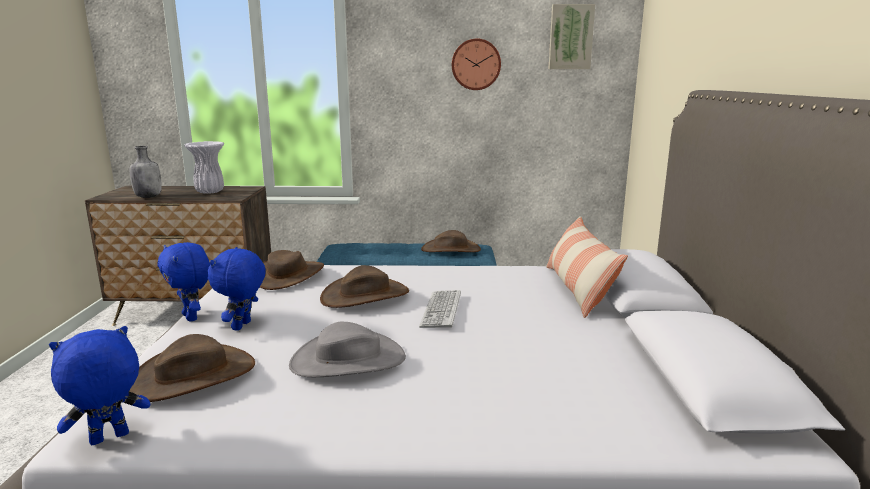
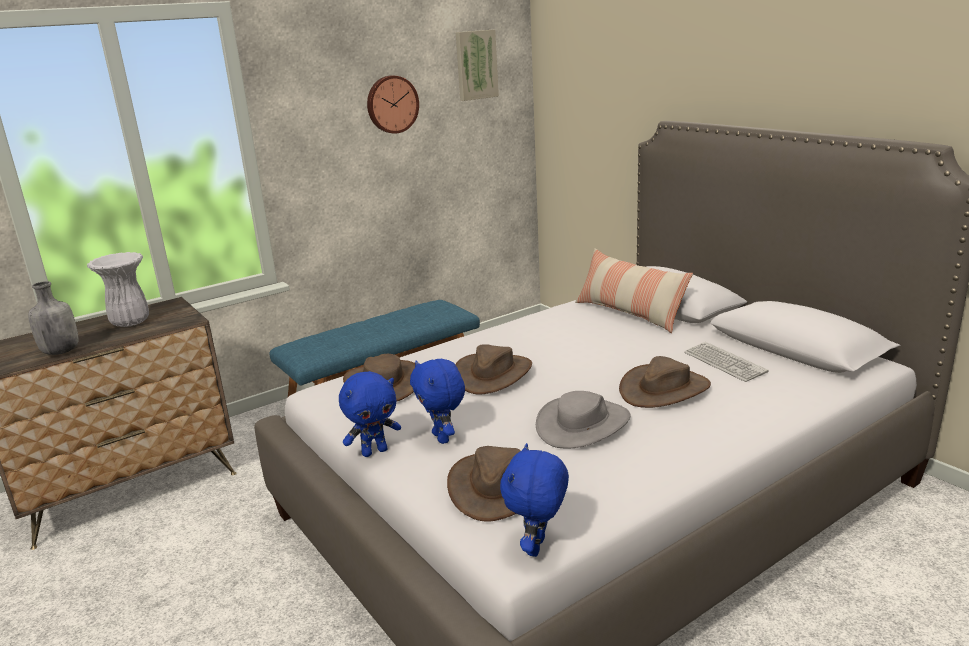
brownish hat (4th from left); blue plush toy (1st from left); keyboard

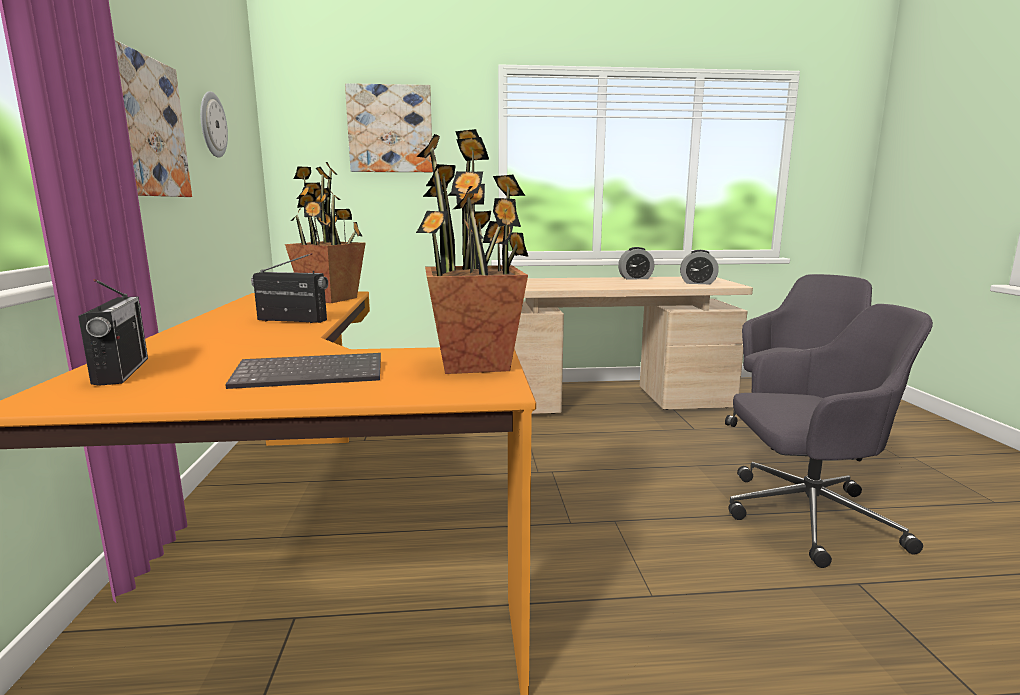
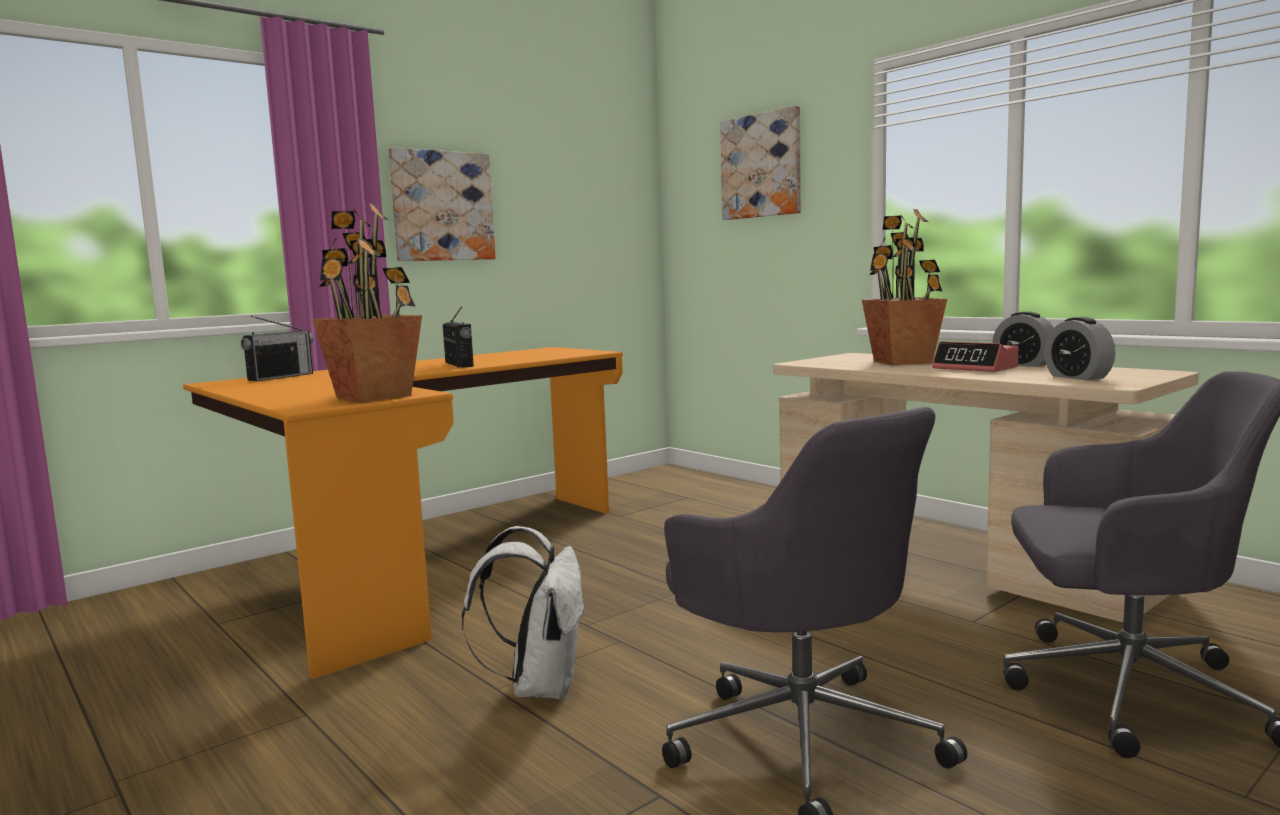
clock on the wall; plant in a pot (2nd from left); keyboard; alarm clock (1st from left); white knapsack

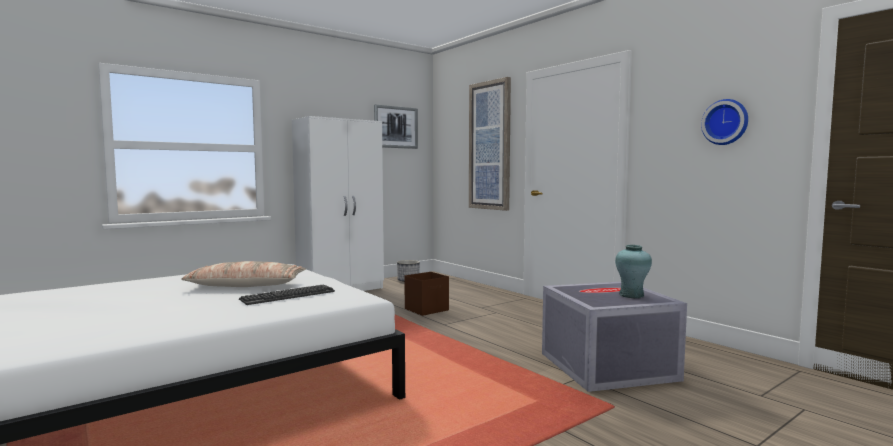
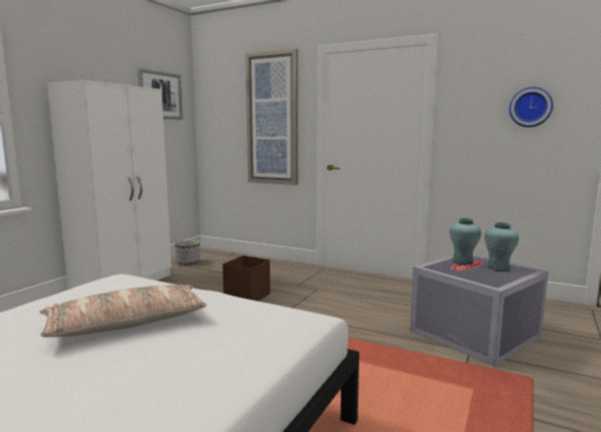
keyboard; blue-green flower vase (1st from left)

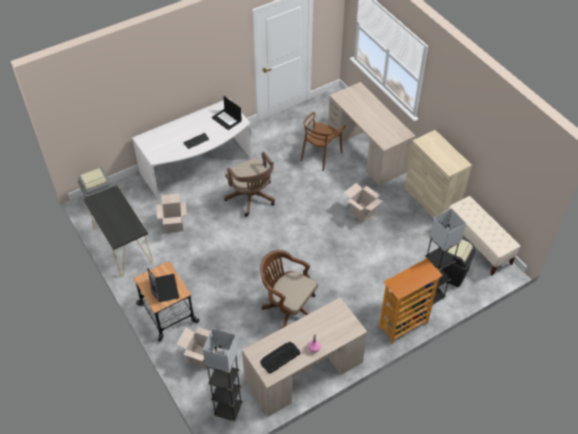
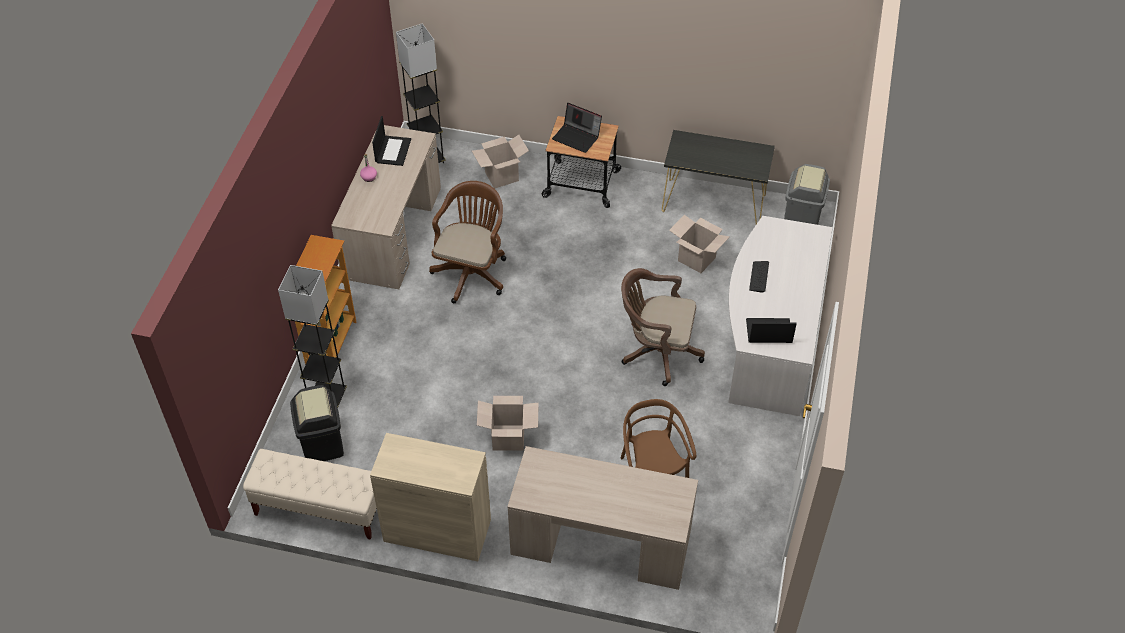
brownish computer chair (1st from left); laptop (1st from left)

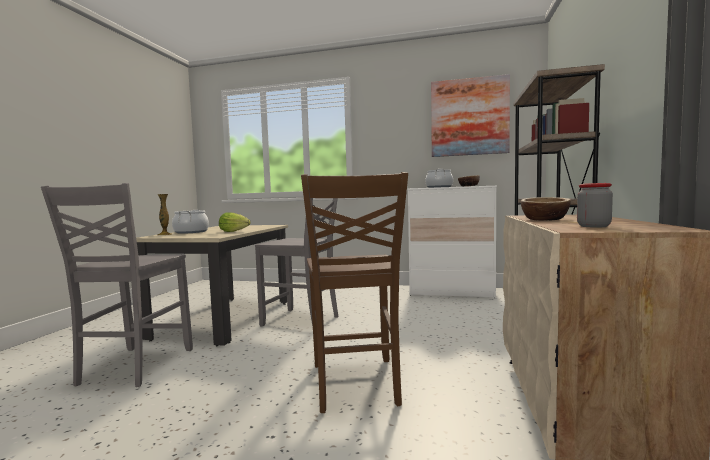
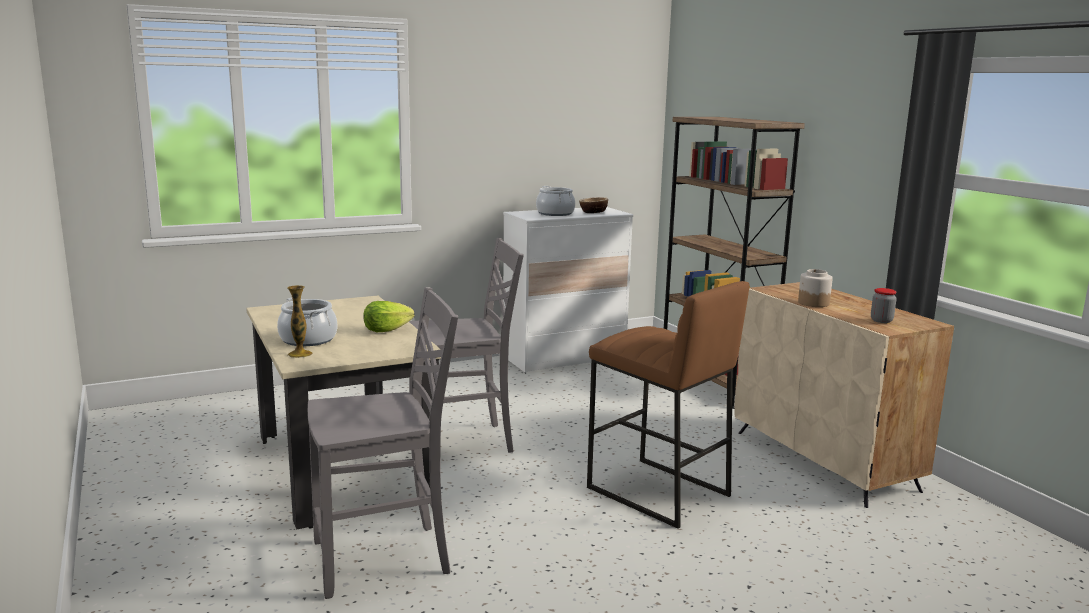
picture; brownish stool; grey plain chair (1st from left); storage jar (1st from left)

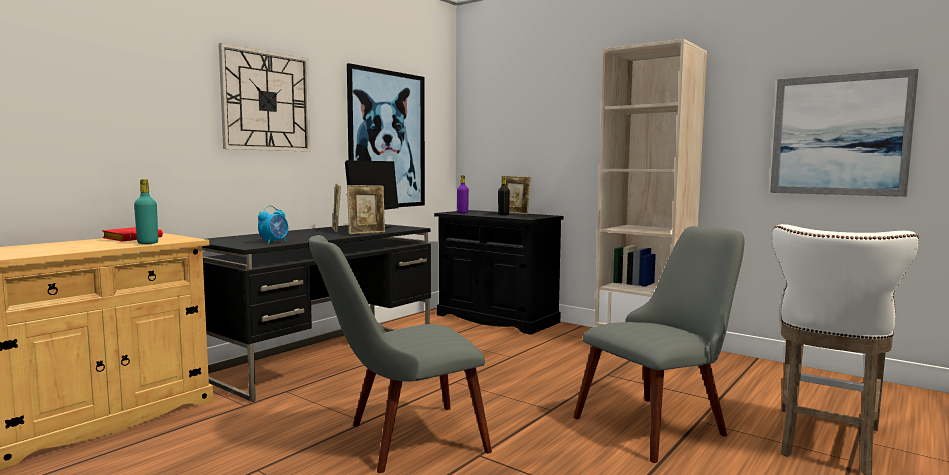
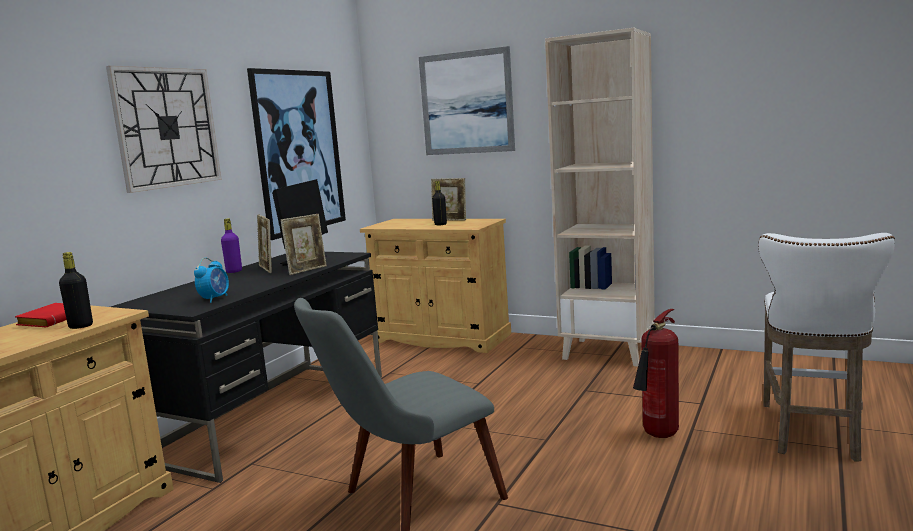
picture (2nd from left); purple bottle; black-coloured bottle (1st from left); beige storage cabinet (2nd from left); fire extinguisher

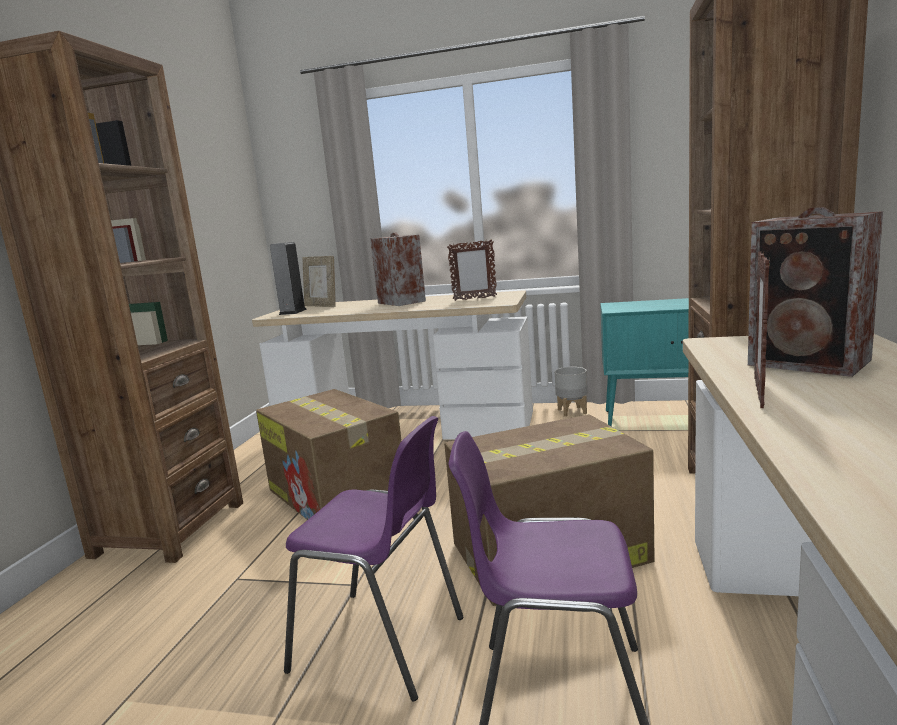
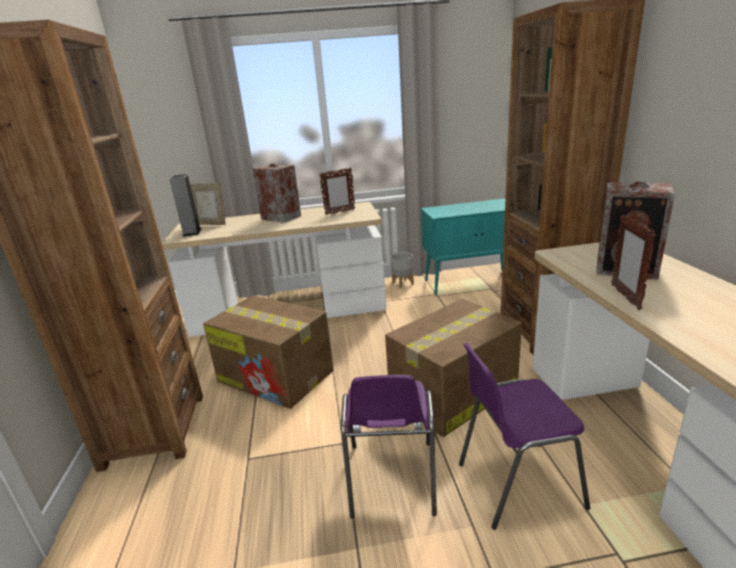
purple plain chair (1st from left)

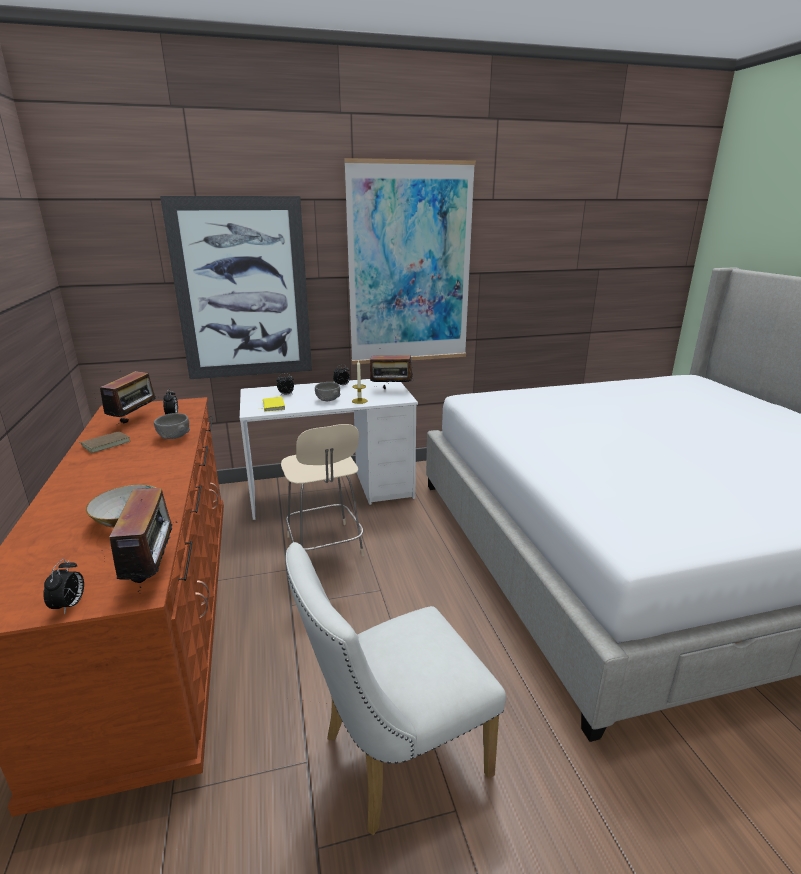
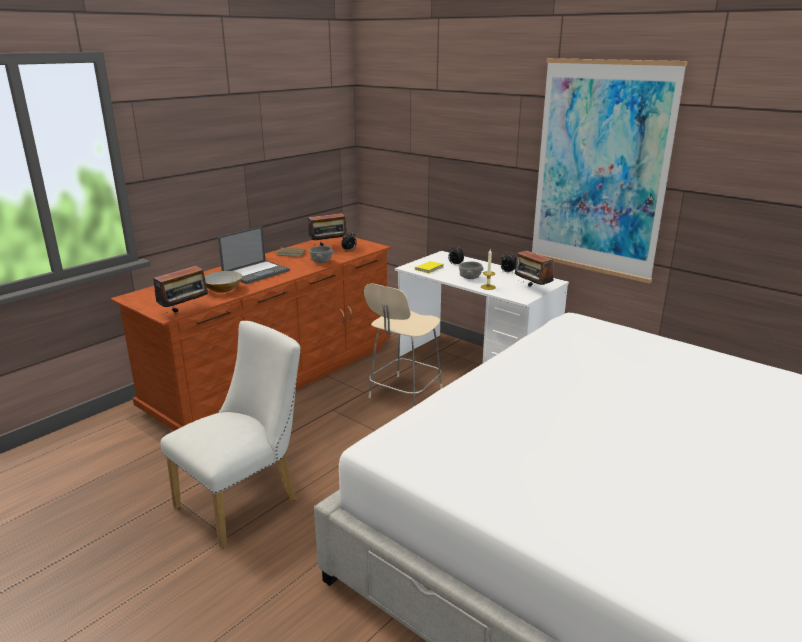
picture (1st from left in the first image); white plain chair; alarm clock (1st from left in the first image); laptop

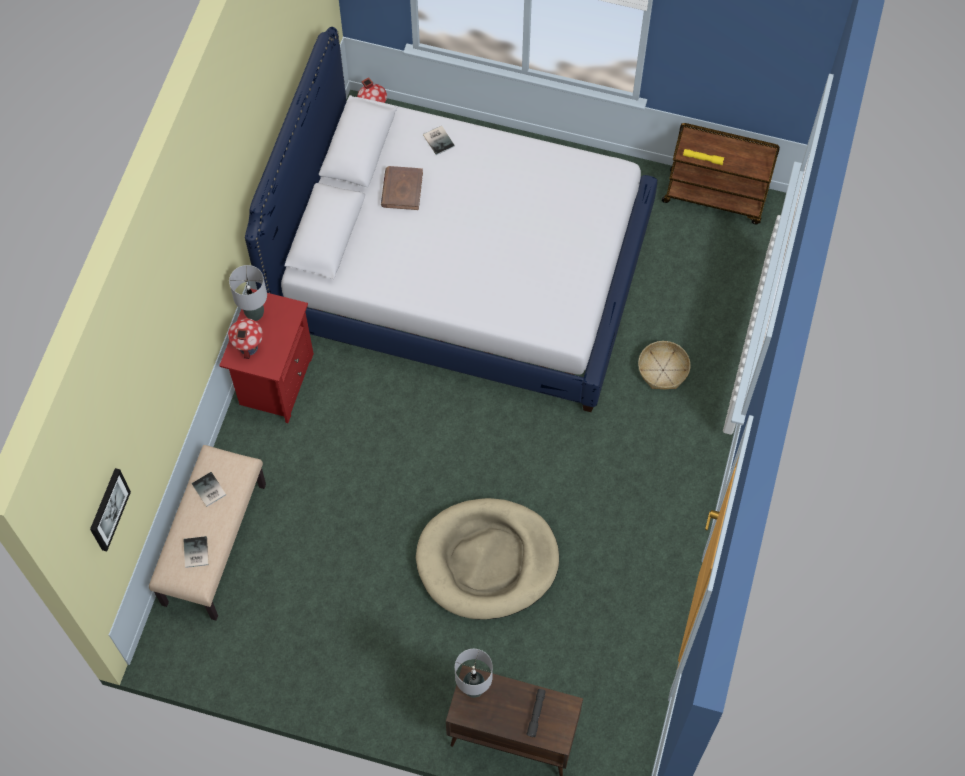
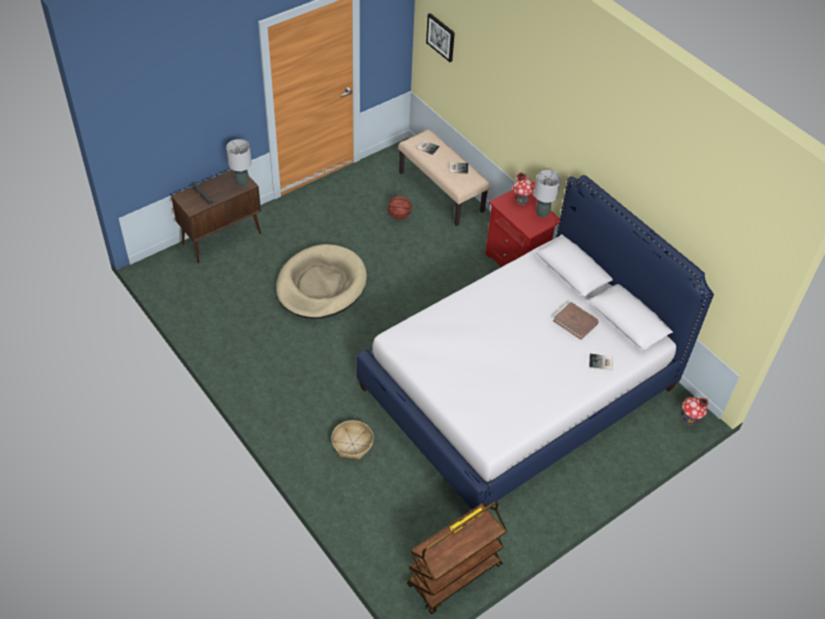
ball for basketball

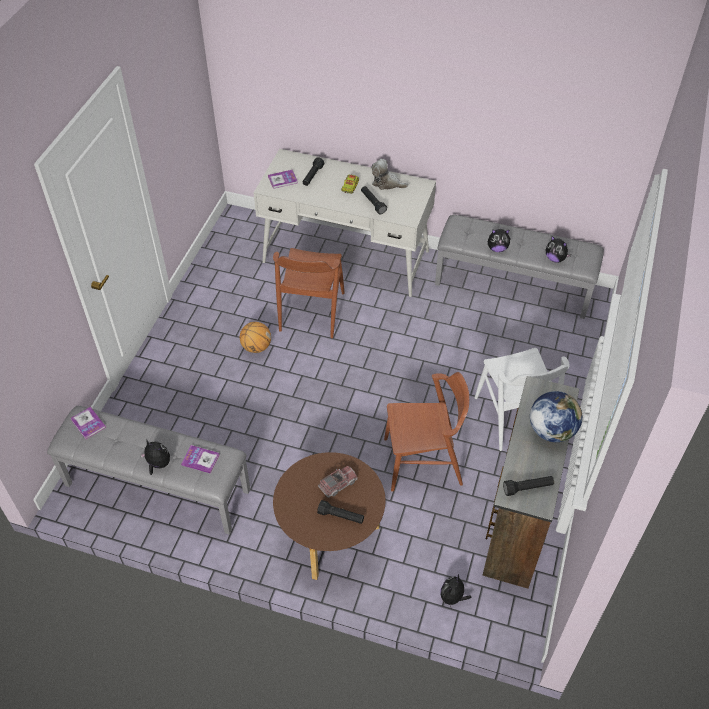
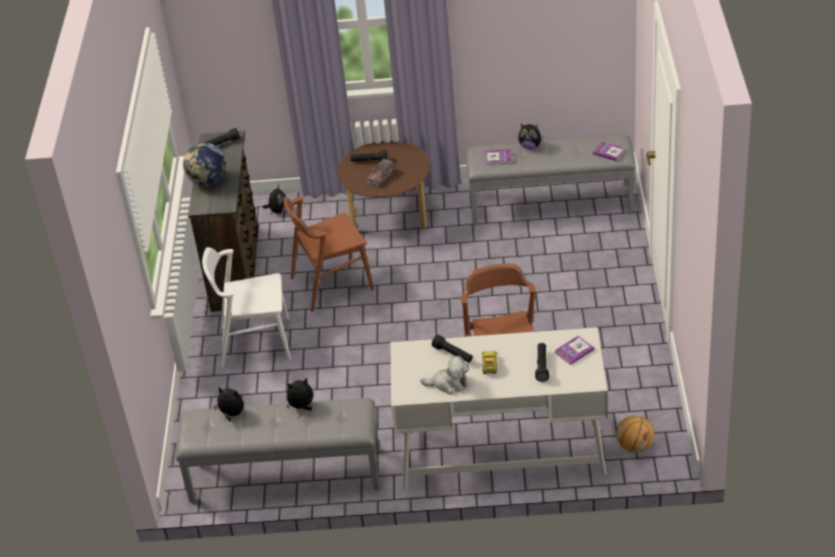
ball for basketball; white plain chair

